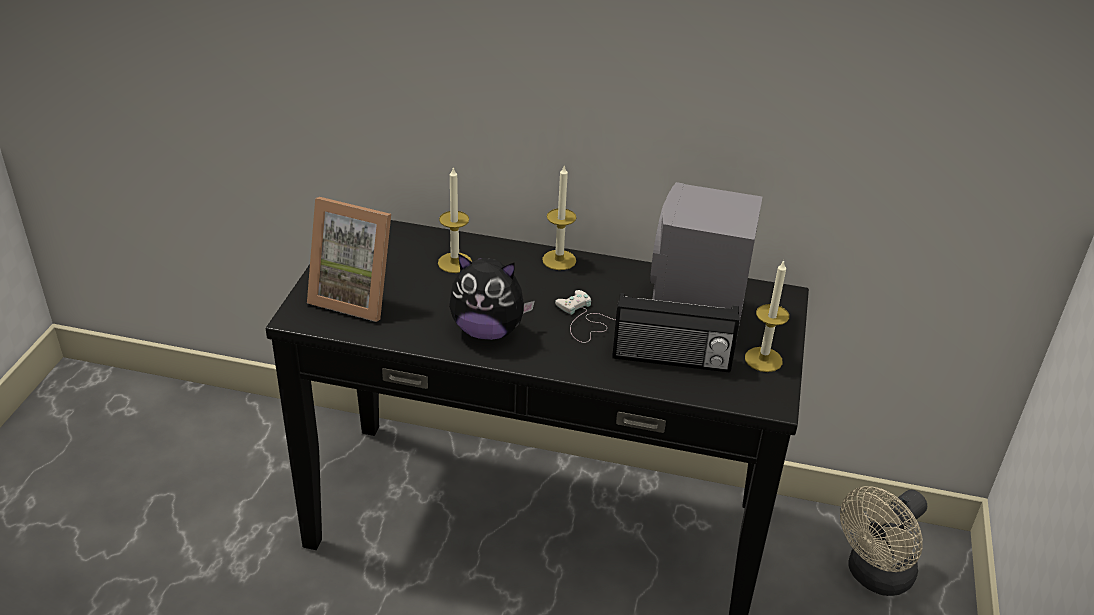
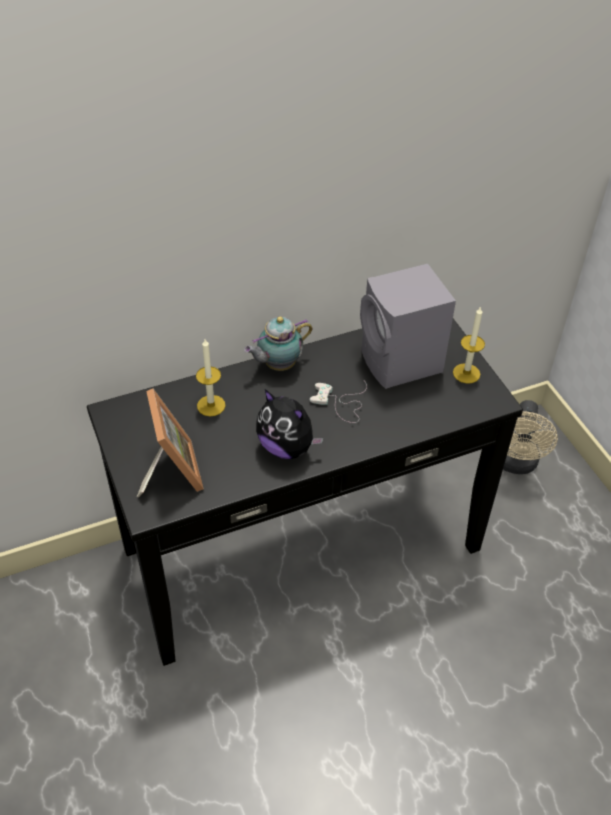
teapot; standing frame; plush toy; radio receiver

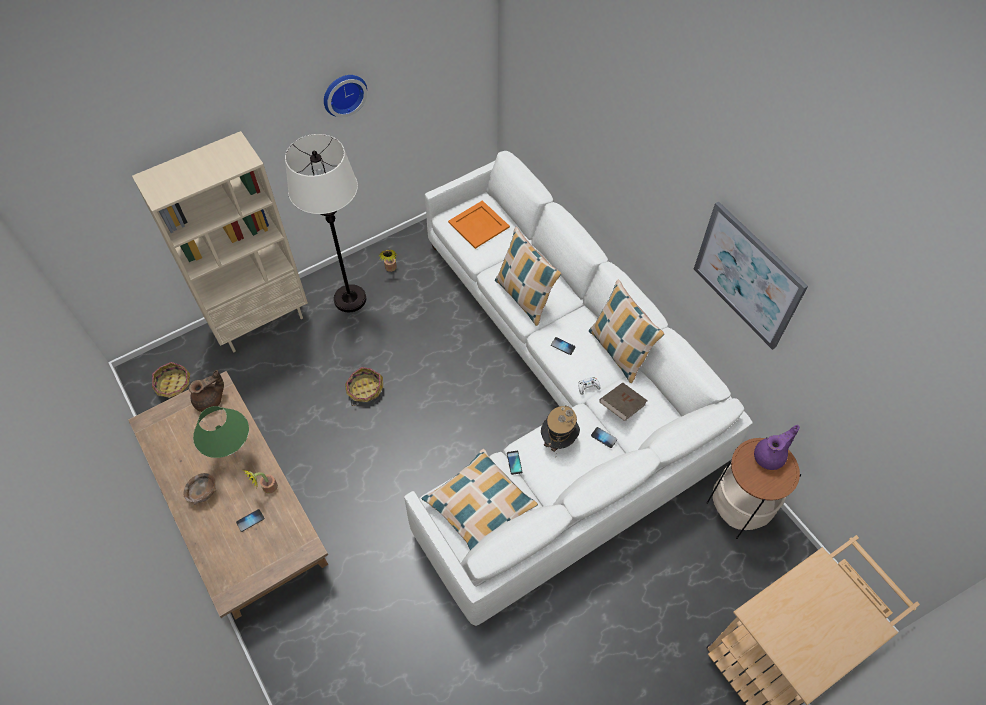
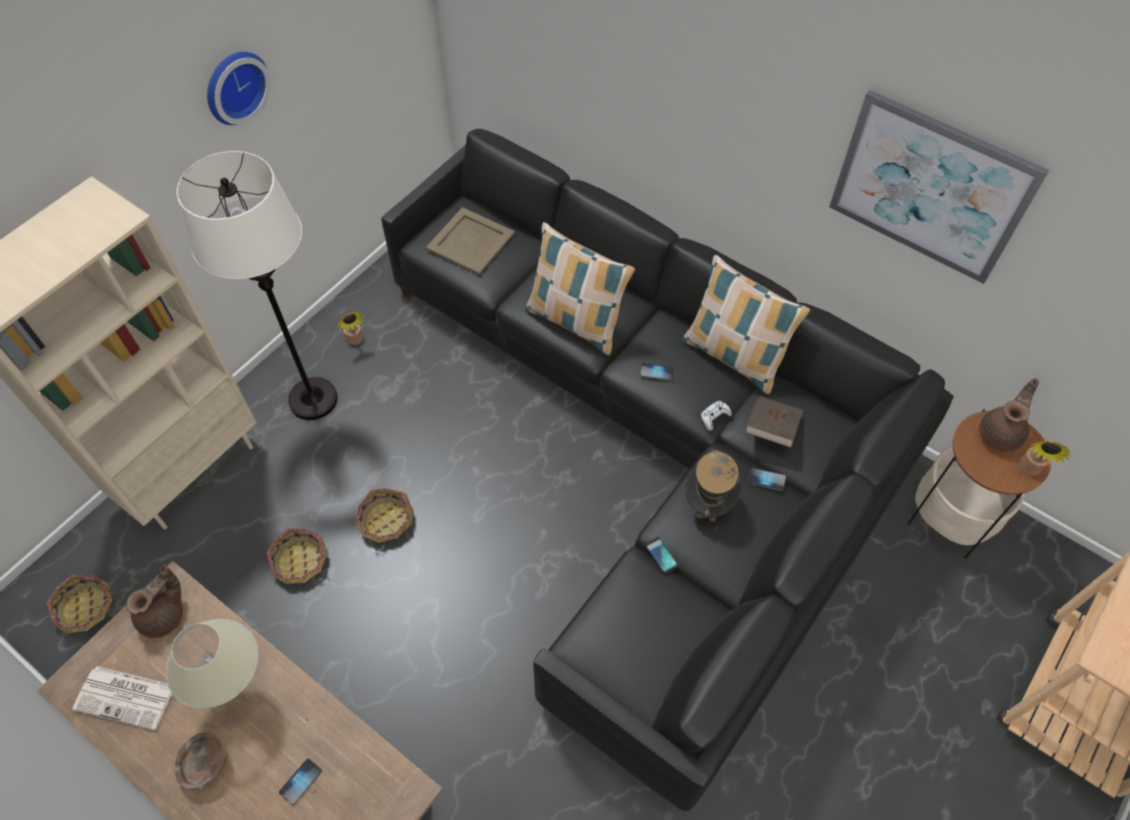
black-coloured settee; beige carrying tray; beige table lamp; brownish teapot (2nd from left); throw pillow (1st from left in the first image); plant in a pot (2nd from left); household basket (2nd from left); daily paper

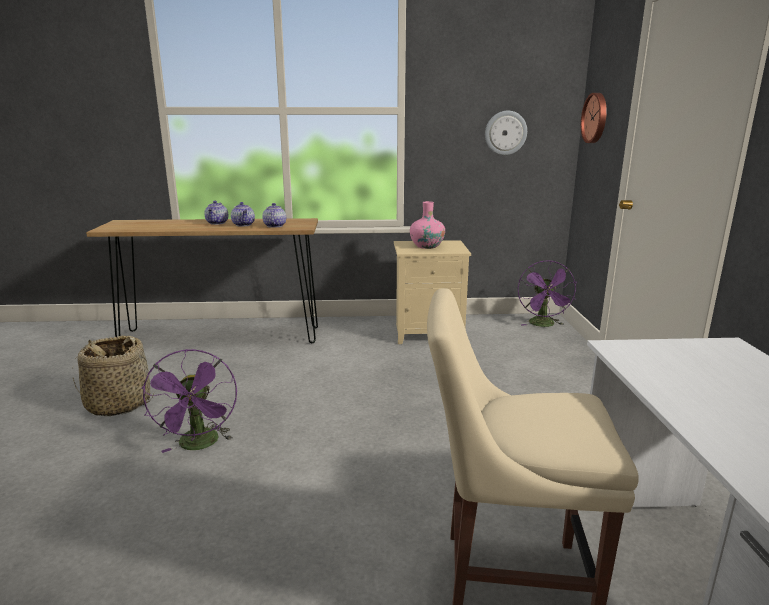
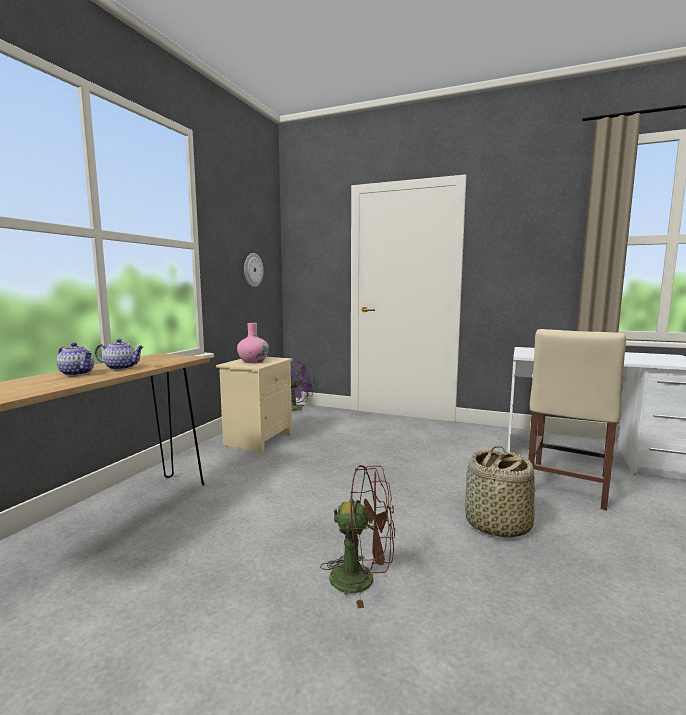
clock on the wall (2nd from left in the first image); teapot (3rd from left in the first image); household basket; brownish electric fan

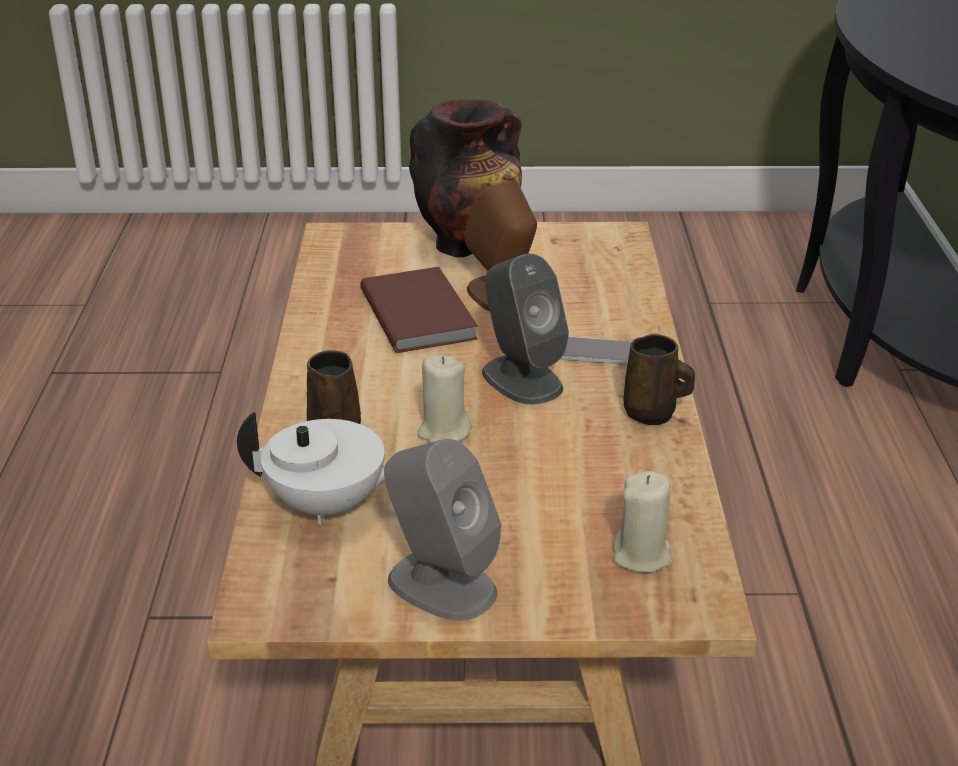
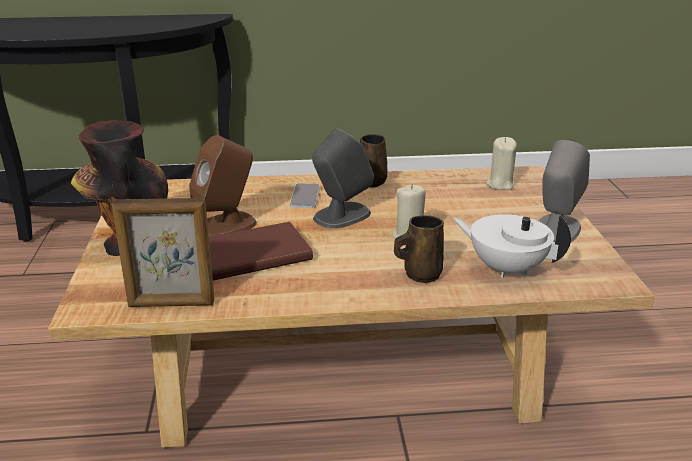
white teapot; standing frame

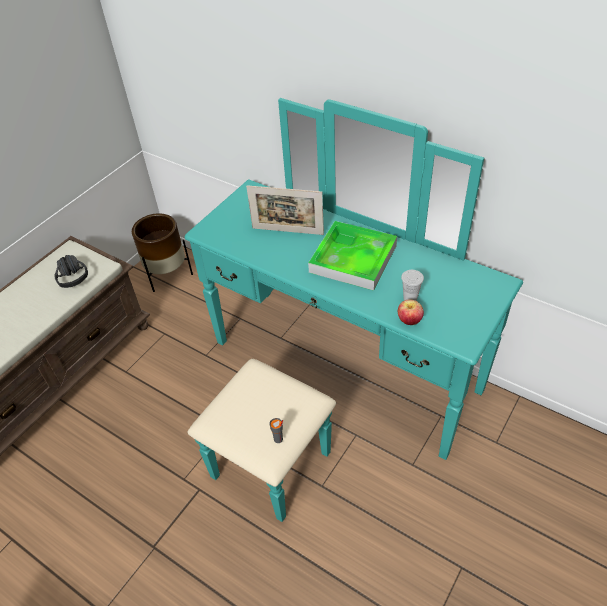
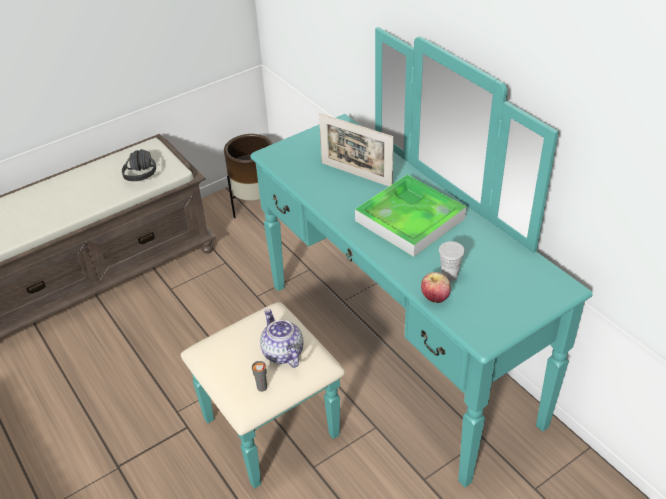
teapot

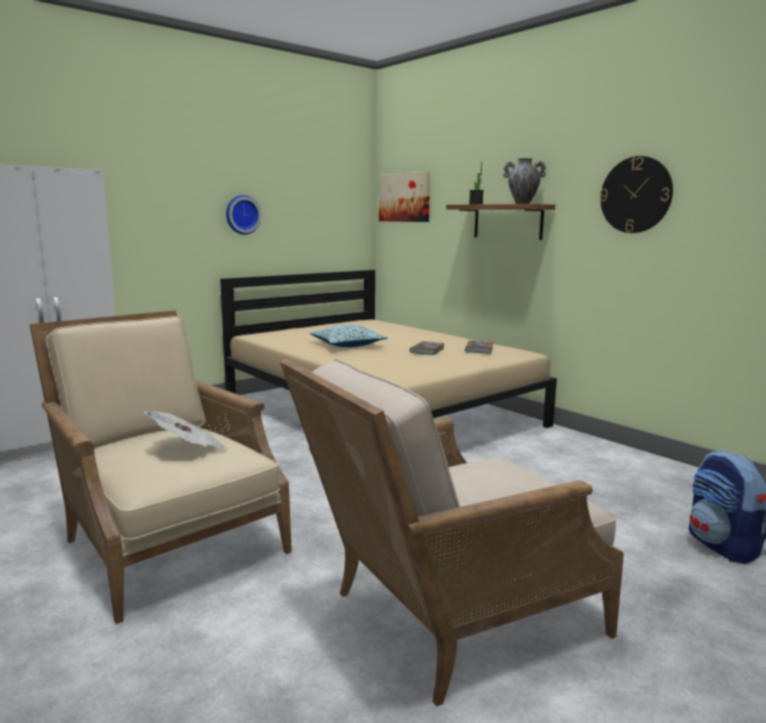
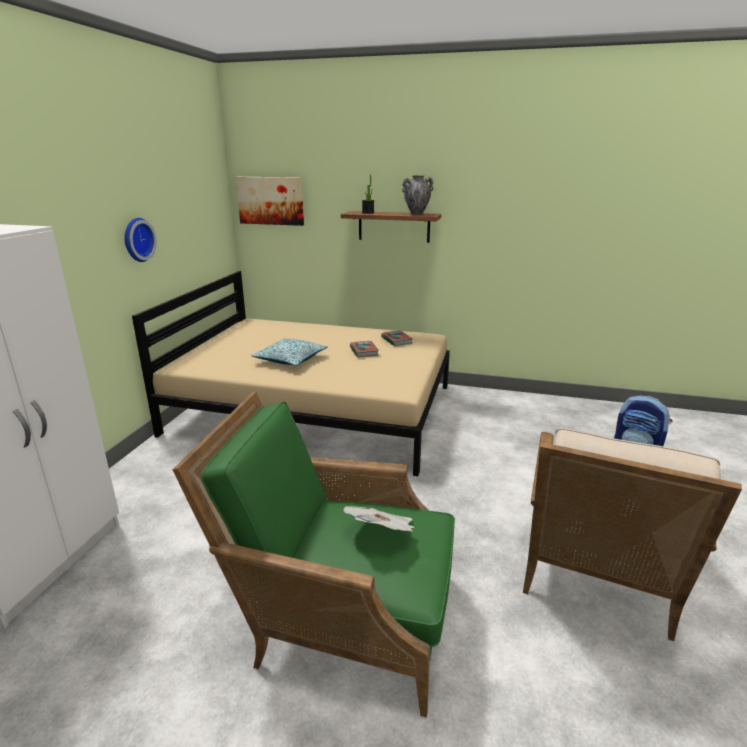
clock on the wall (2nd from left in the first image); greenish easy chair

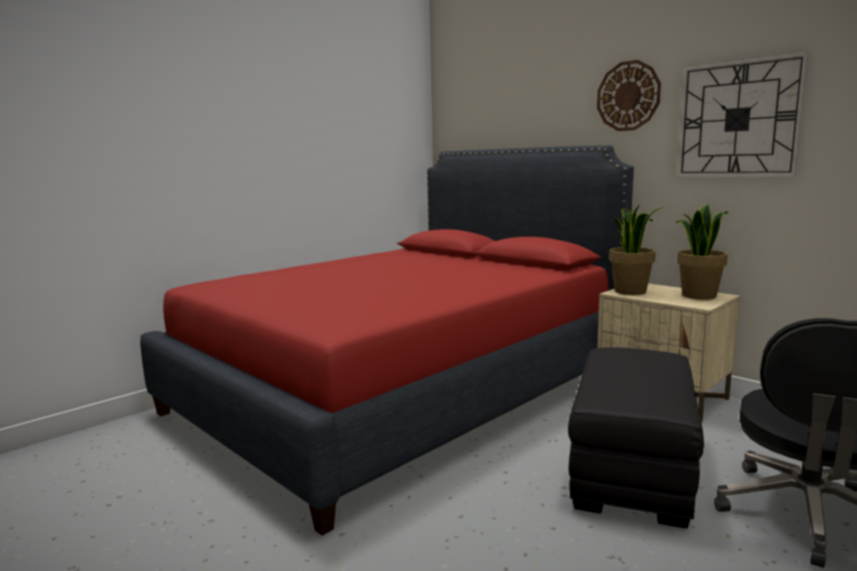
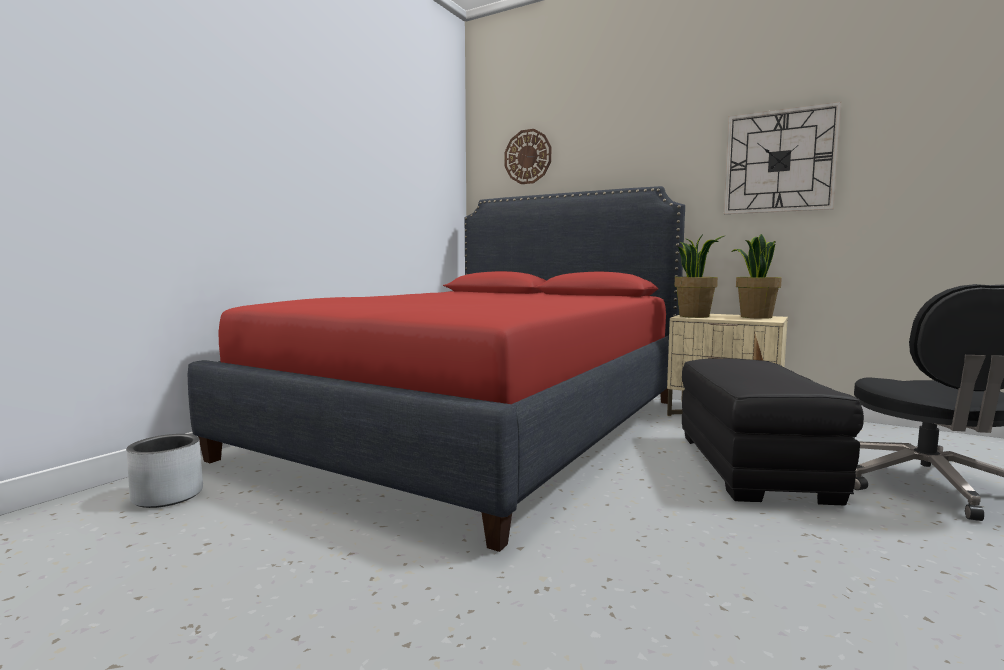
clock on the wall (1st from left); grey plant pot

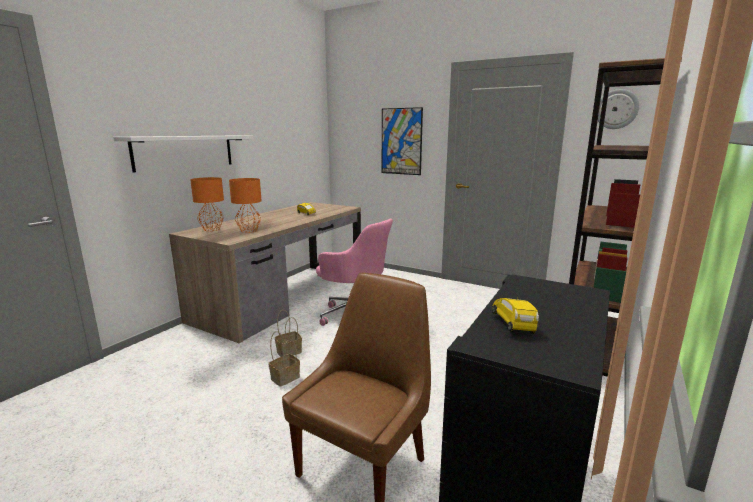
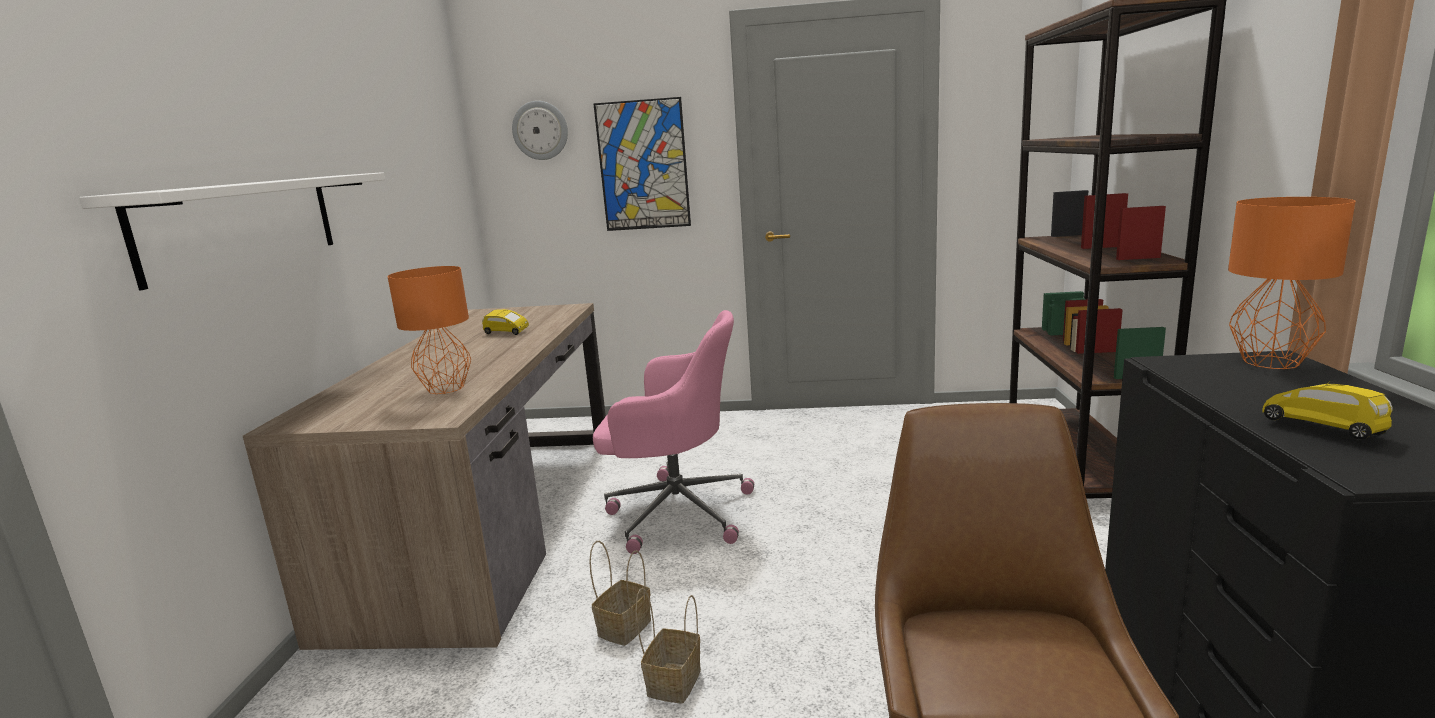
clock on the wall; orange table lamp (2nd from left)

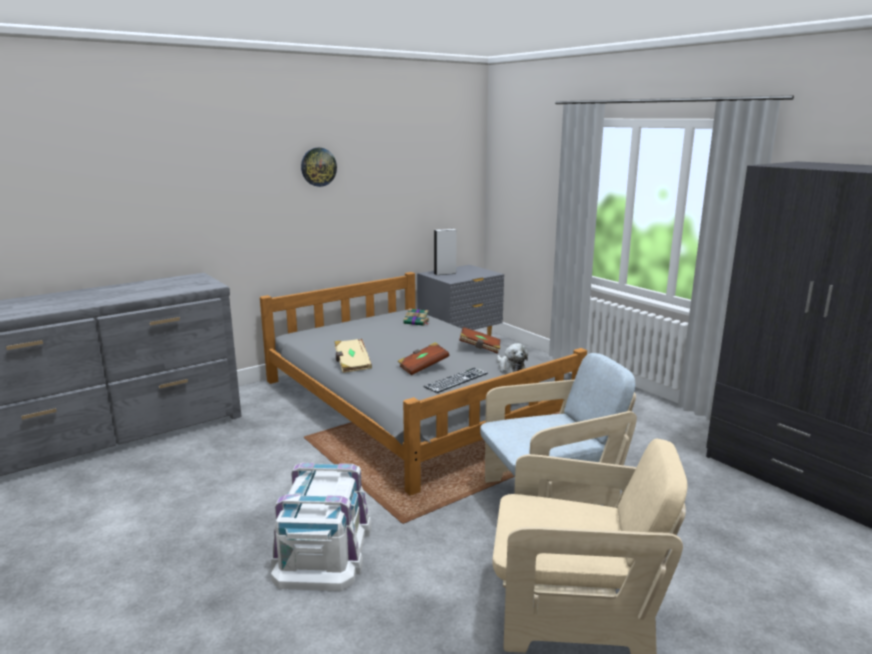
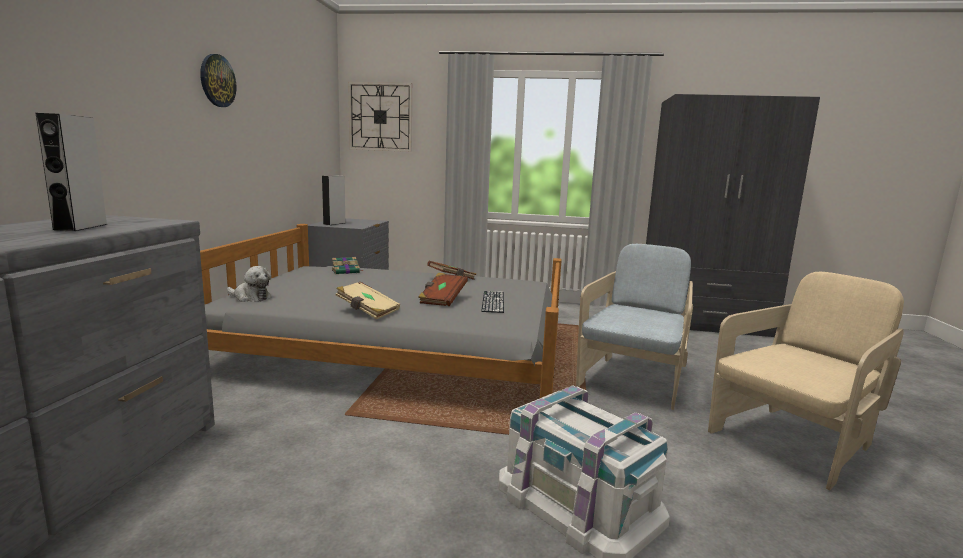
plush toy; clock on the wall (2nd from left); grey speaker (1st from left)

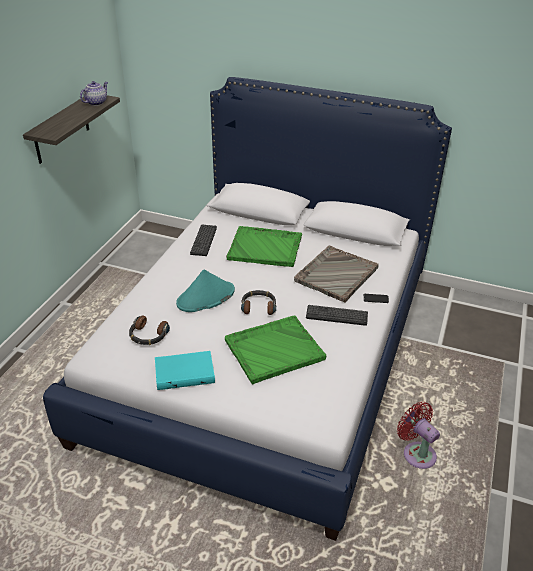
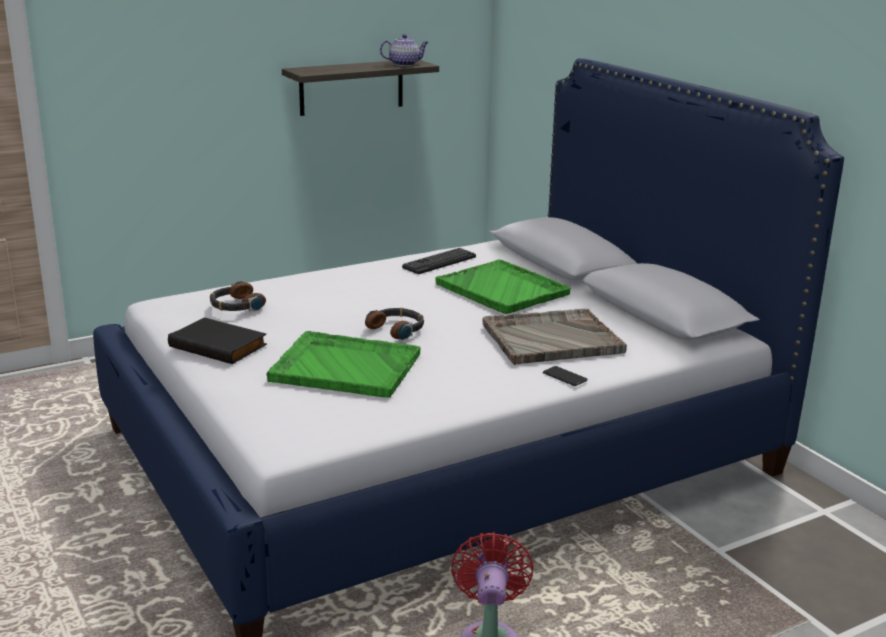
blue-green hat; keyboard (2nd from left in the first image); black-coloured bound book

